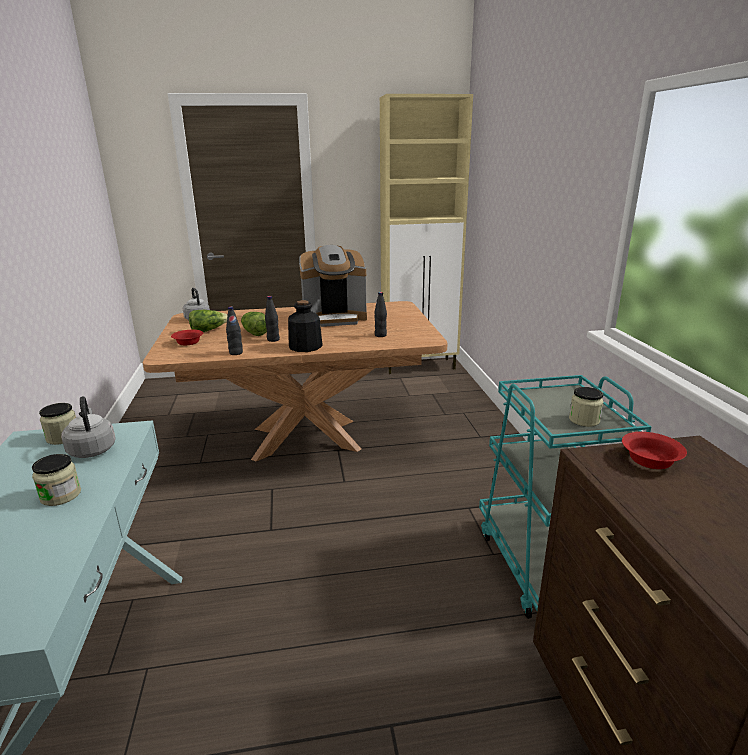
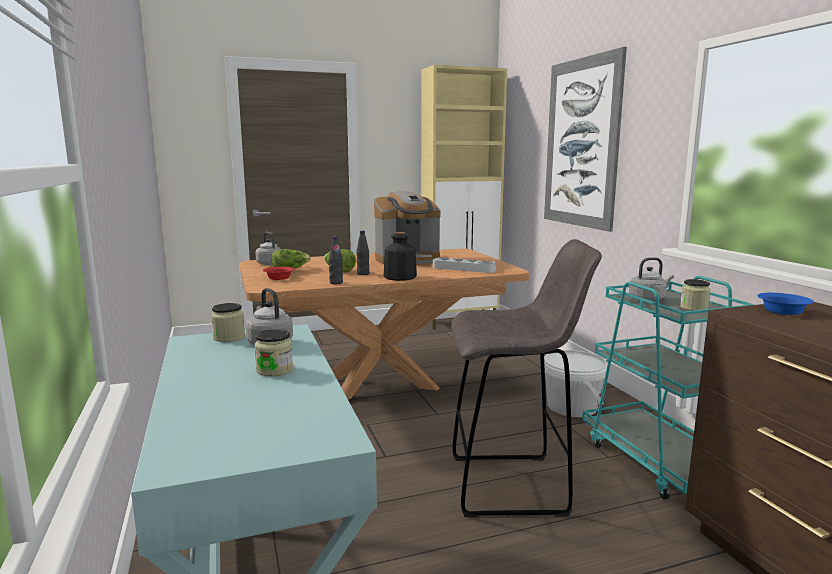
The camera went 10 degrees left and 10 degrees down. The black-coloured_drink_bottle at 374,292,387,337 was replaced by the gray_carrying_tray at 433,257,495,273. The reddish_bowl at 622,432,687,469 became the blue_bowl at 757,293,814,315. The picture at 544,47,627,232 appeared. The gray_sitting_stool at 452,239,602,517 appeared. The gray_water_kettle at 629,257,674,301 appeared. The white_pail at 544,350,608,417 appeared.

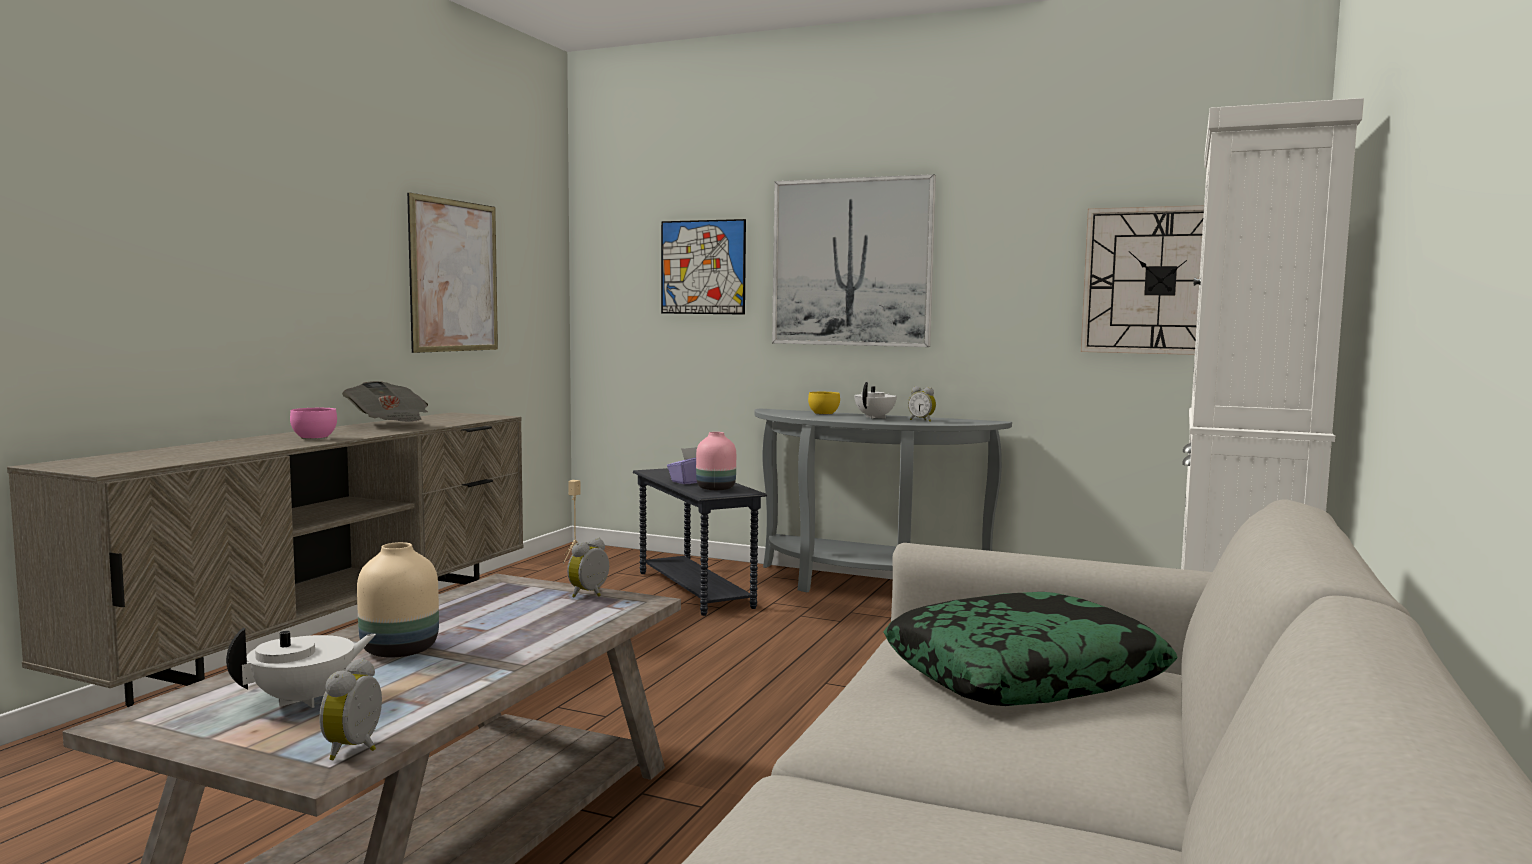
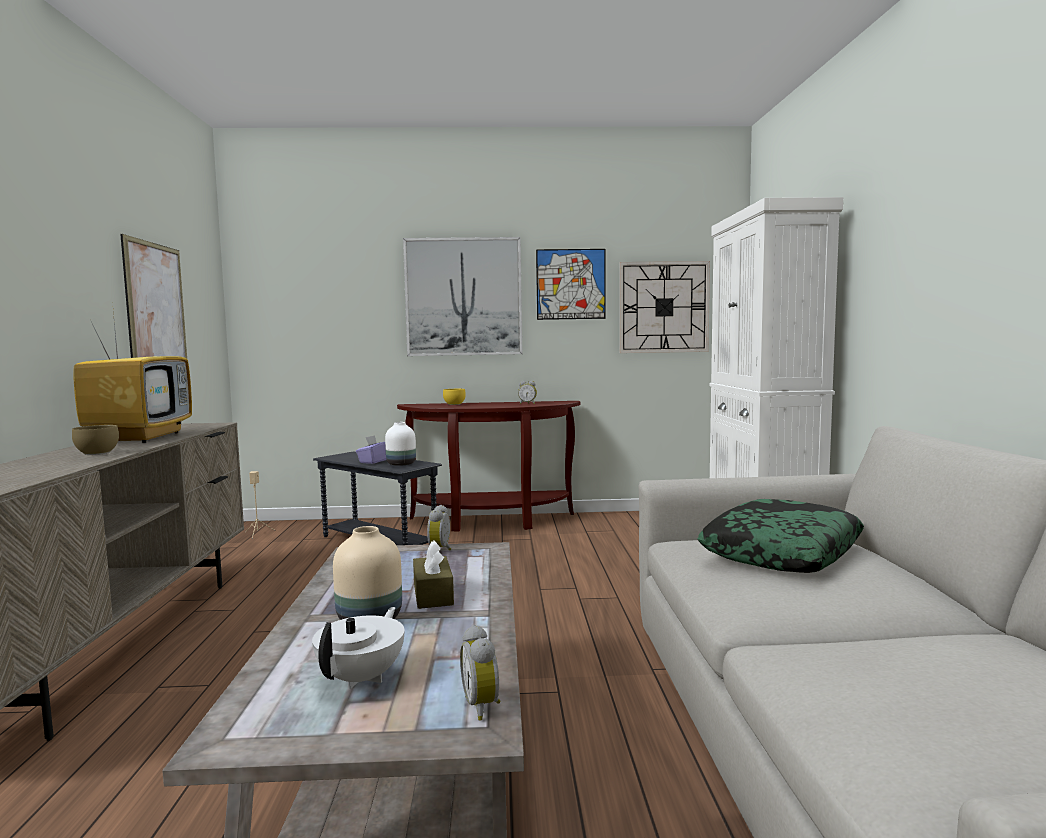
The camera went 25 degrees left and 0 degrees up. The picture moved from 661,219,746,315 to 536,249,606,320. The daily_paper at 342,381,428,422 was replaced by the television at 74,312,192,443. The white_tea_pot at 854,382,897,419 disappeared. The pink-coloured_bowl at 290,408,337,440 became the brownish_bowl at 72,425,119,455. The gray_narrow_table at 754,408,1012,592 became the brownish_narrow_table at 397,401,580,532. The pink-coloured_vase at 696,432,736,490 became the white_vase at 385,422,416,466. The brownish_box_of_tissues at 413,540,454,609 appeared.

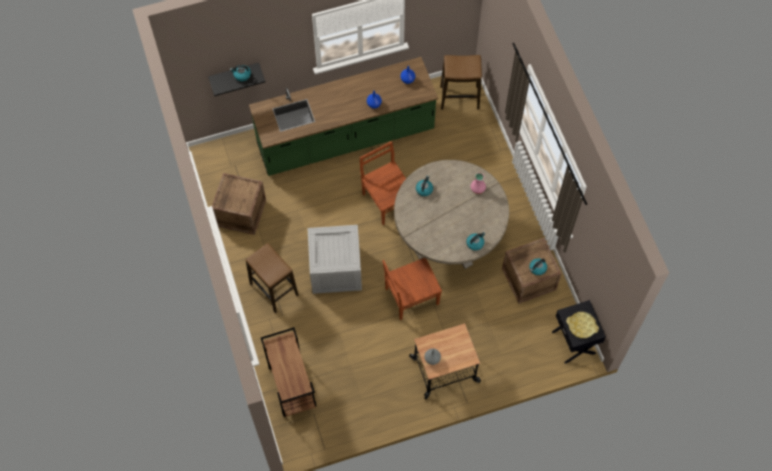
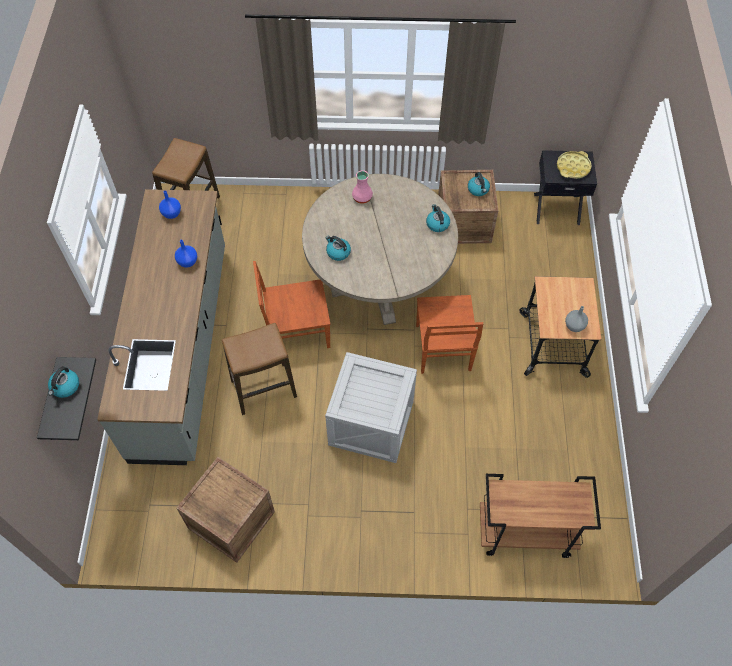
The camera went 70 degrees left and 5 degrees down. The greenish_kitchen_base_unit at 249,57,438,176 became the gray_kitchen_base_unit at 97,189,225,465. The sitting_stool moved from 246,243,299,313 to 222,323,297,415.

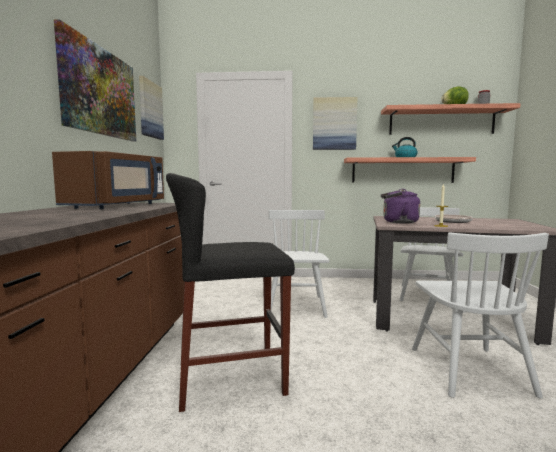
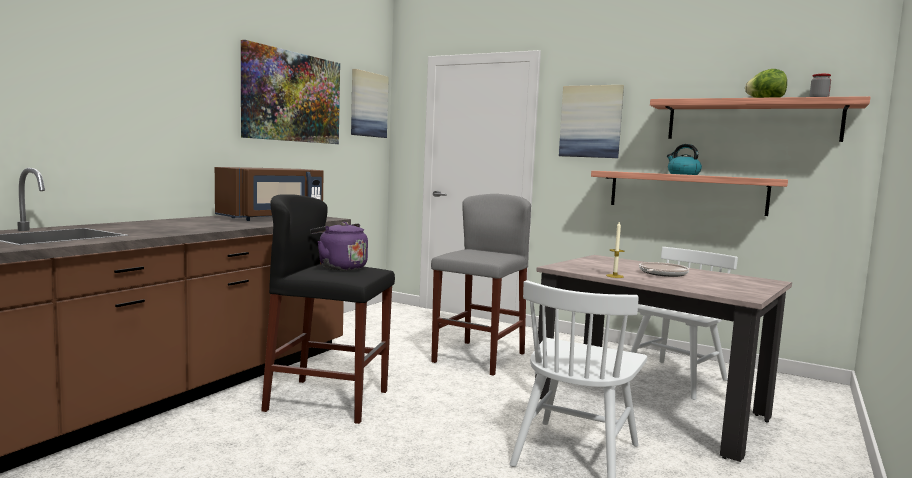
The camera went 25 degrees right and 0 degrees up. The purple-coloured_water_kettle moved from 381,189,420,224 to 310,222,368,270. The white_chair at 269,210,329,318 was replaced by the gray_sitting_stool at 431,194,531,376.

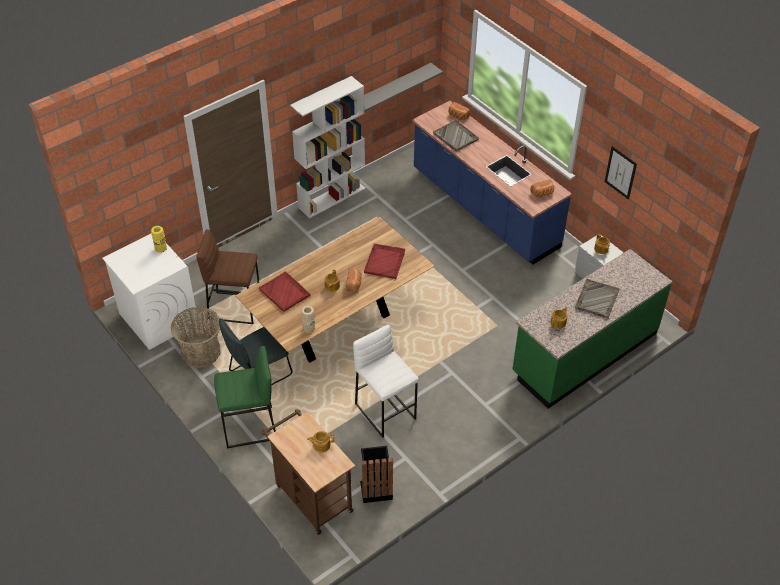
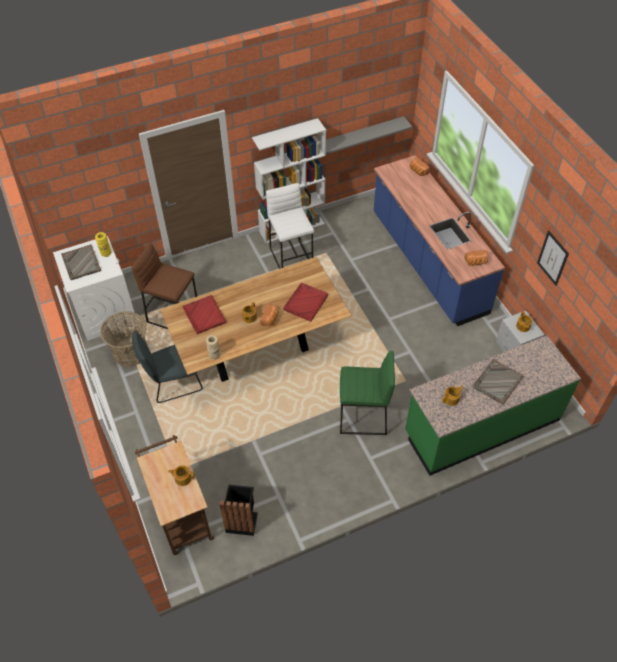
The camera went 15 degrees right and 5 degrees up. The gray_carrying_tray moved from 433,120,479,152 to 61,244,101,280. The white_sitting_stool moved from 353,325,419,438 to 266,183,314,269. The greenish_sitting_stool moved from 214,346,276,448 to 340,351,395,435.

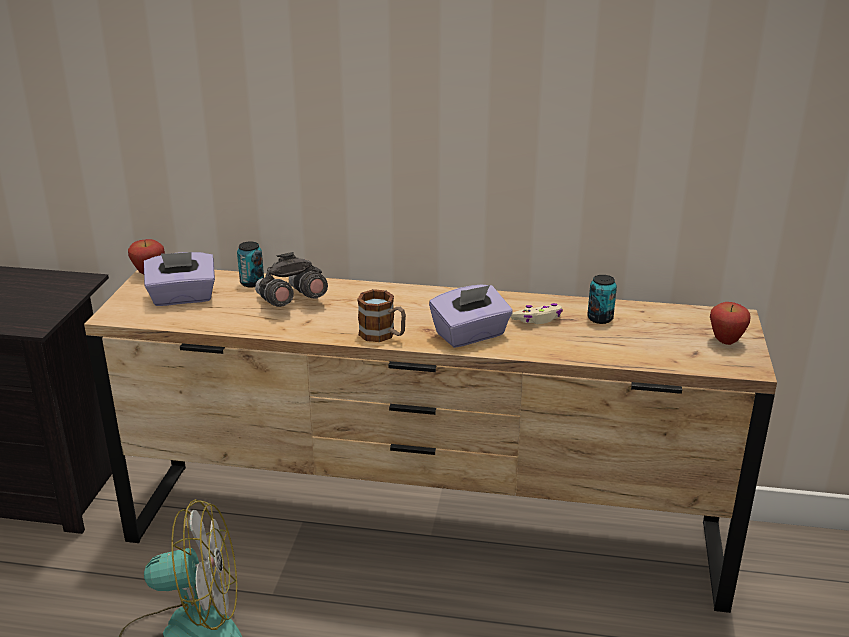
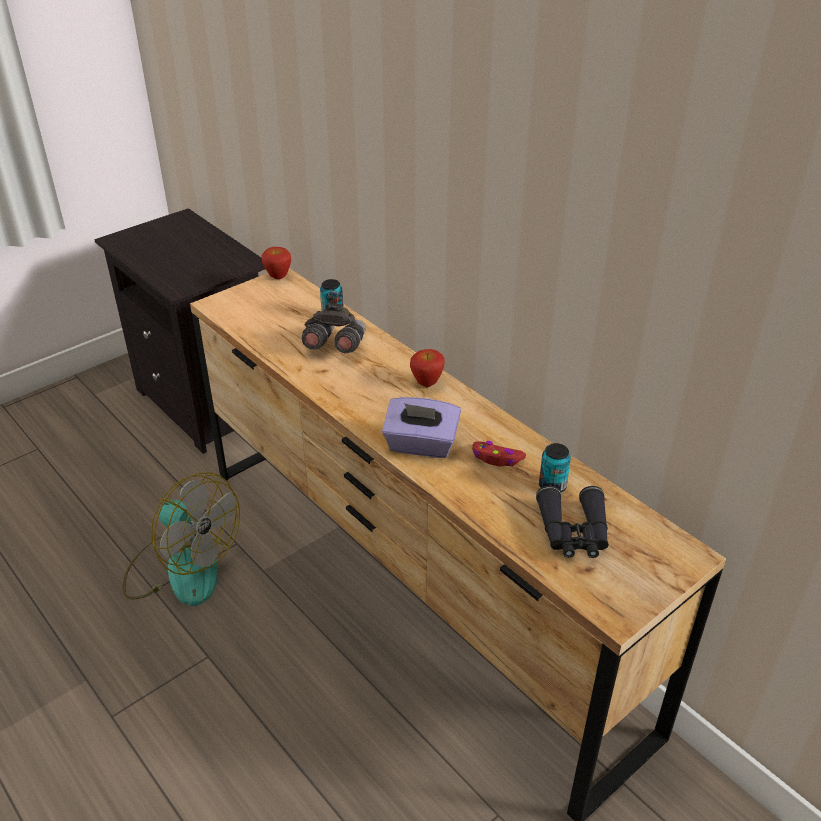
The camera went 40 degrees right and 10 degrees up. The purple-coloured_box_of_tissues at 144,252,215,306 disappeared. The coffee_mug at 357,289,406,342 disappeared. The whole_apple moved from 710,302,751,345 to 410,349,445,387. The beige-coloured_gamepad at 510,303,563,324 became the reddish_gamepad at 472,441,526,467. The black-coloured_binoculars at 536,486,609,558 appeared.

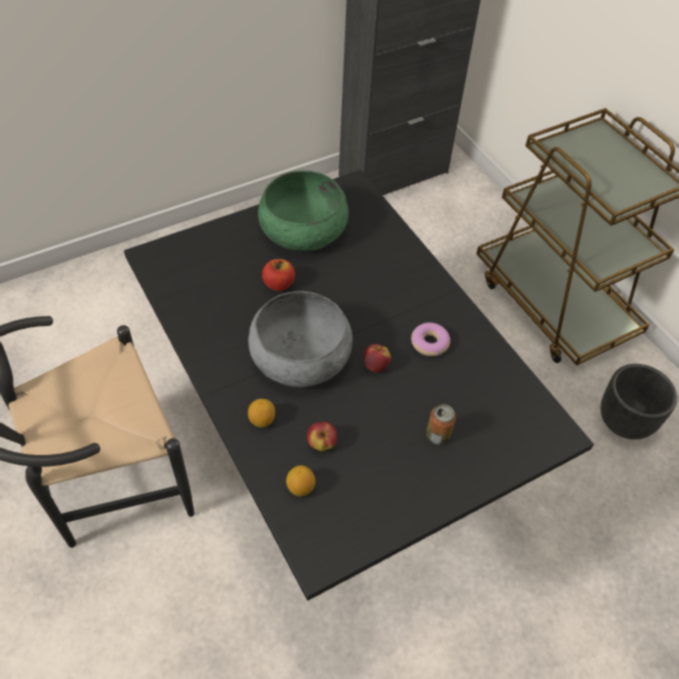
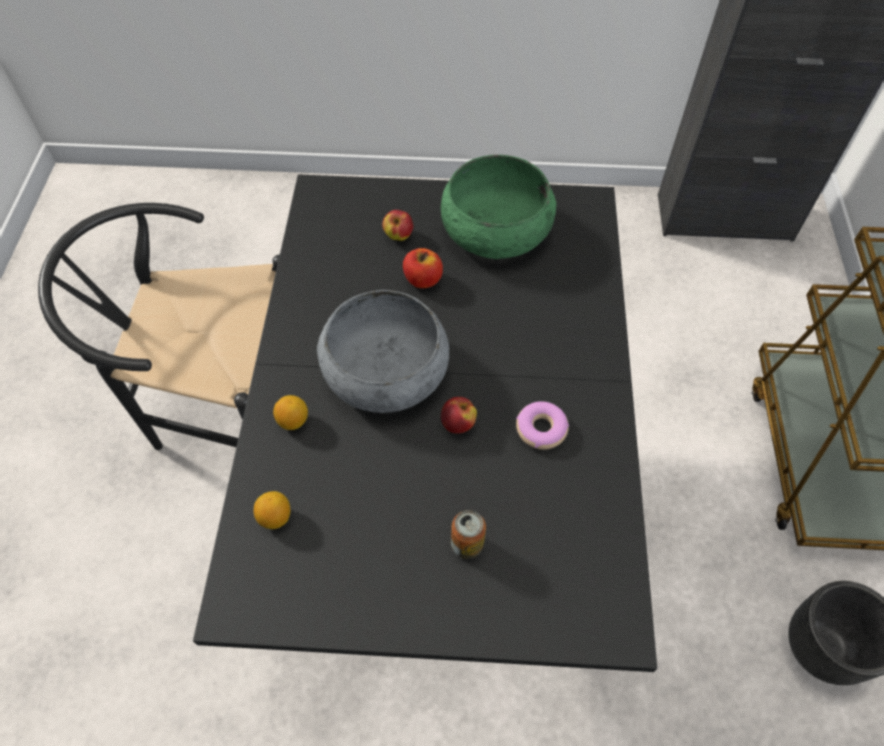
The camera went 35 degrees right and 5 degrees up. The whole_apple moved from 307,421,337,451 to 382,210,414,241.

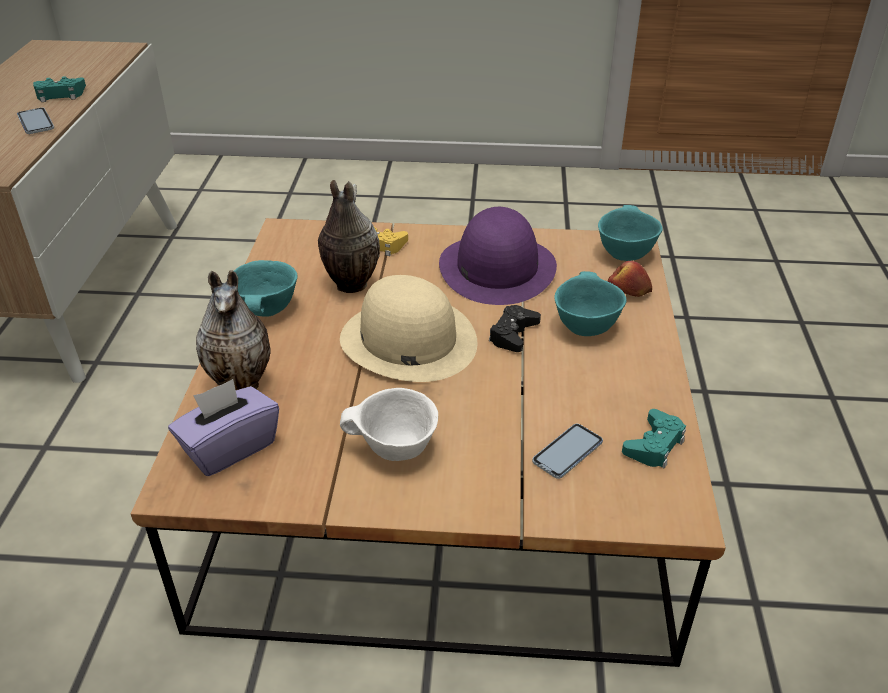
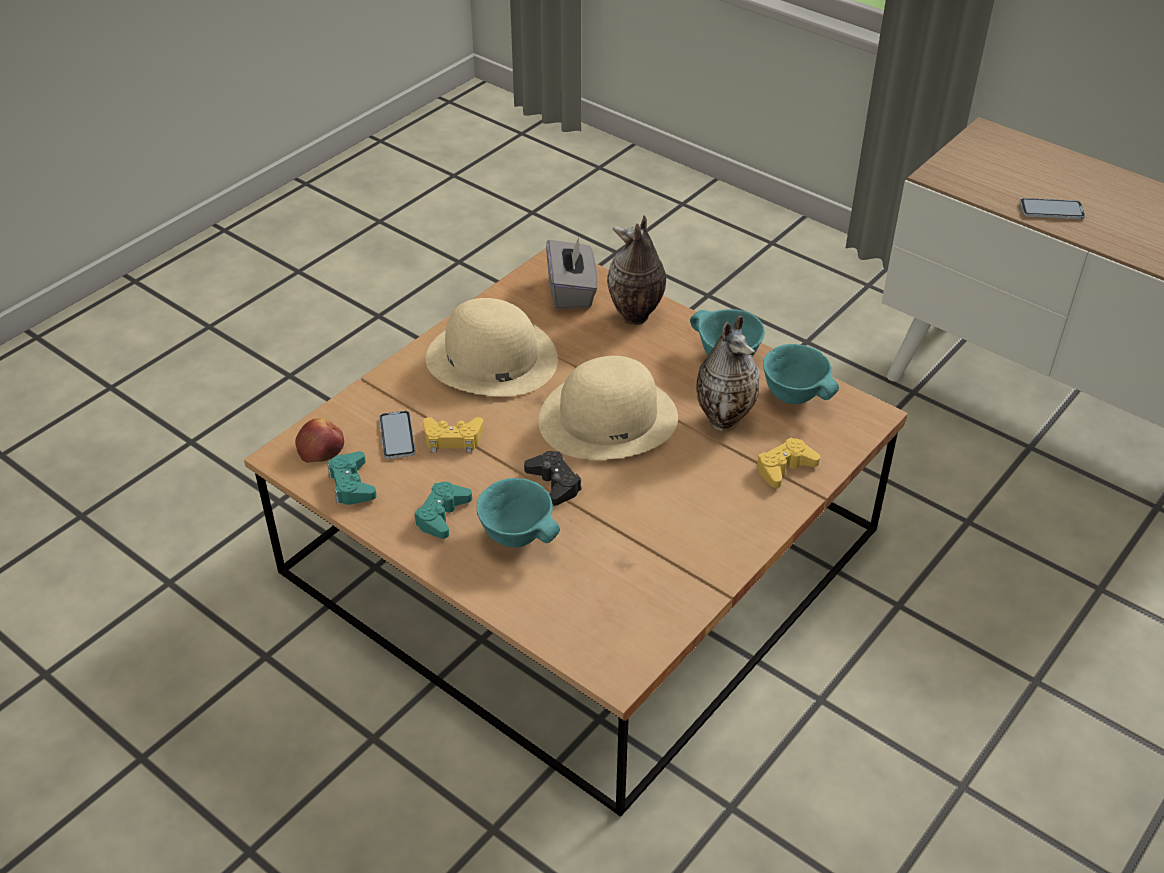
The camera went 125 degrees right and 5 degrees up. The turquoise-coloured_gamepad moved from 33,76,86,102 to 414,482,472,539. The turquoise-coloured_bowl moved from 598,205,663,261 to 763,344,839,404. The purple-coloured_clothing_hat at 439,207,557,305 disappeared. The whole_apple moved from 608,261,652,297 to 295,418,344,463. The purple-coloured_box_of_tissues at 168,379,279,476 became the gray_box_of_tissues at 546,237,598,309. The white_bowl at 340,388,438,461 was replaced by the beige-coloured_clothing_hat at 426,298,558,396. The yellow_gamepad at 423,417,484,453 appeared.

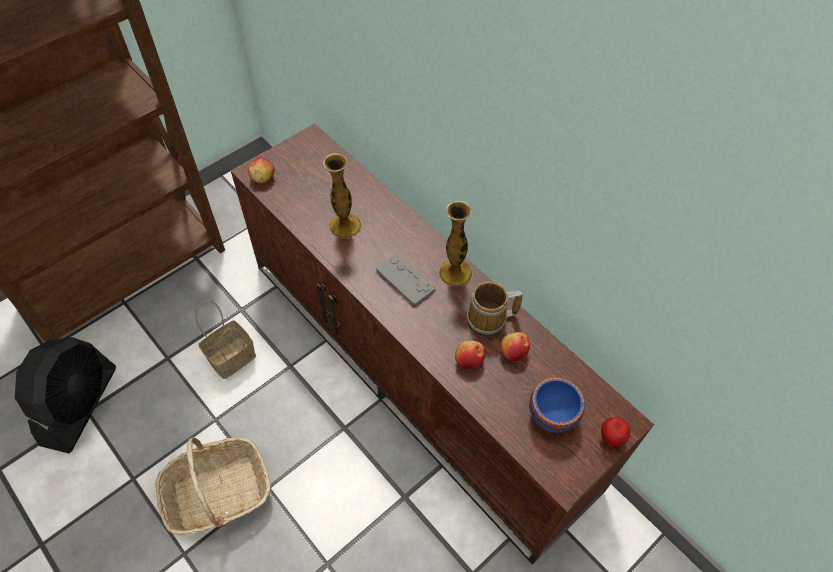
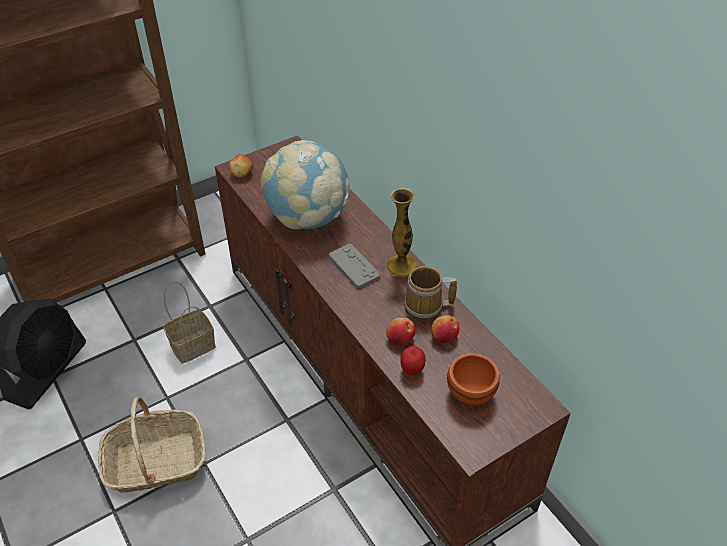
The camera went 10 degrees right and 10 degrees down. The vase at 323,153,362,239 was replaced by the globe at 261,140,350,229. The blue_bowl at 529,378,584,433 became the brownish_bowl at 447,353,500,405. The whole_apple moved from 601,417,630,447 to 400,346,425,376.

